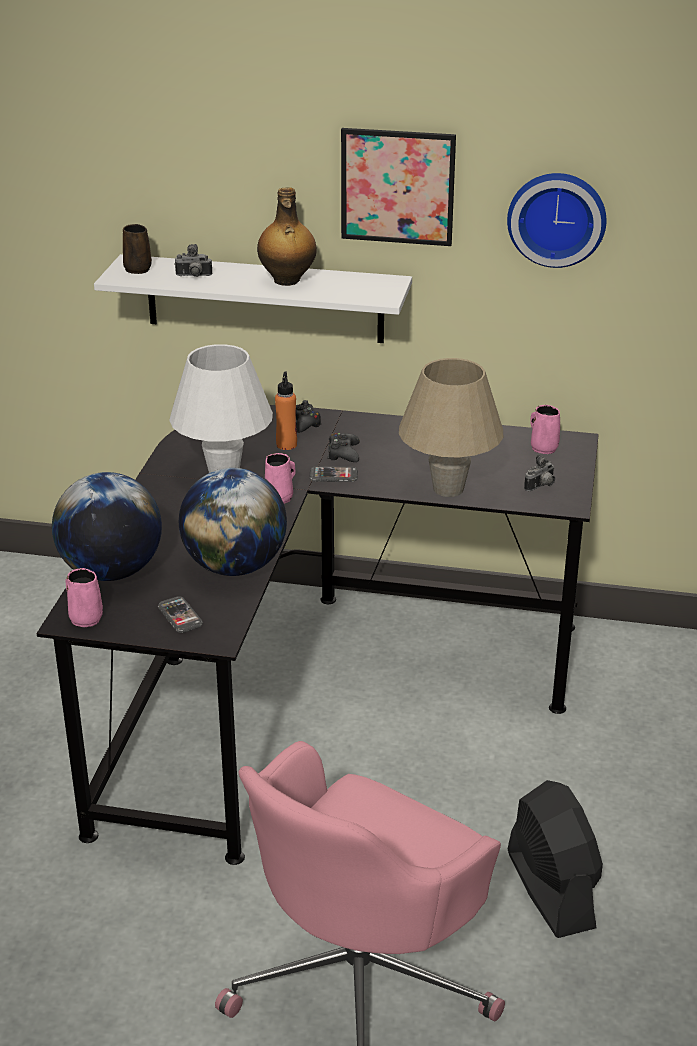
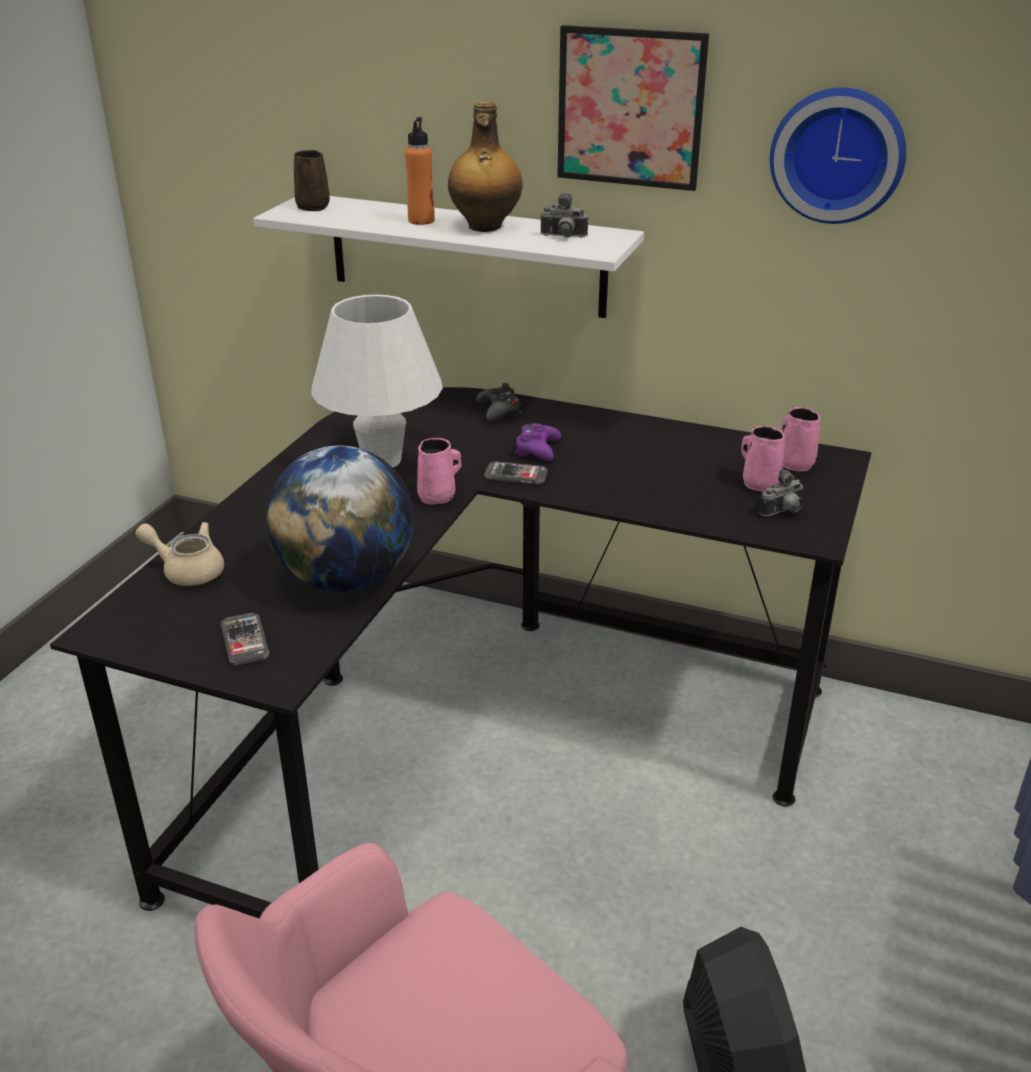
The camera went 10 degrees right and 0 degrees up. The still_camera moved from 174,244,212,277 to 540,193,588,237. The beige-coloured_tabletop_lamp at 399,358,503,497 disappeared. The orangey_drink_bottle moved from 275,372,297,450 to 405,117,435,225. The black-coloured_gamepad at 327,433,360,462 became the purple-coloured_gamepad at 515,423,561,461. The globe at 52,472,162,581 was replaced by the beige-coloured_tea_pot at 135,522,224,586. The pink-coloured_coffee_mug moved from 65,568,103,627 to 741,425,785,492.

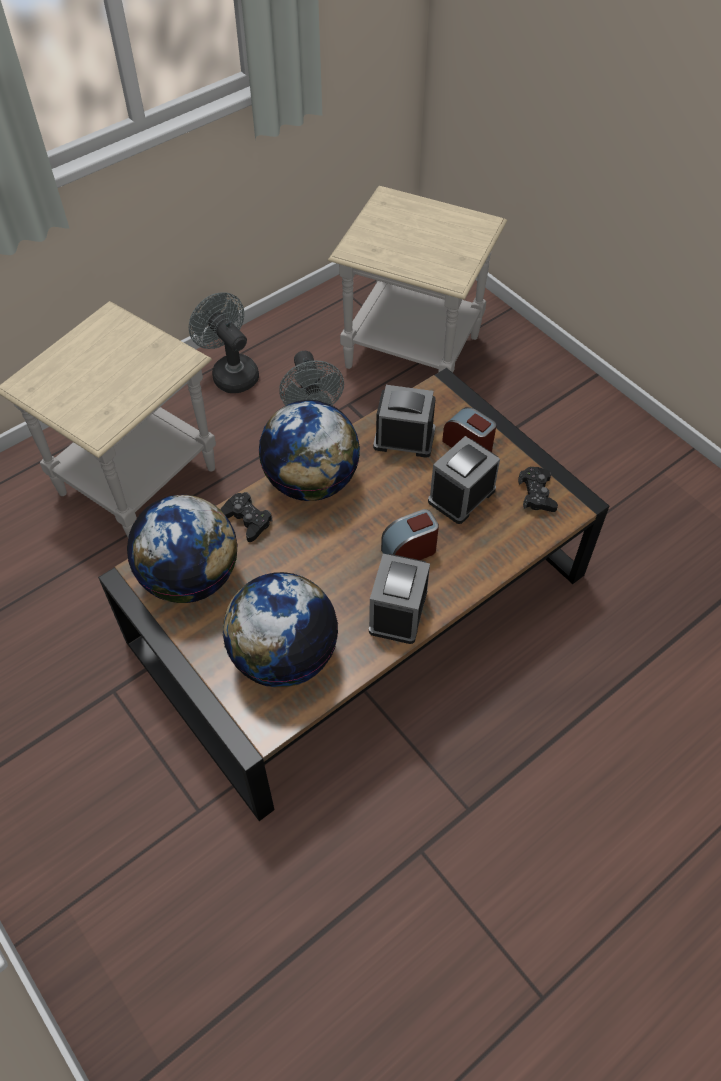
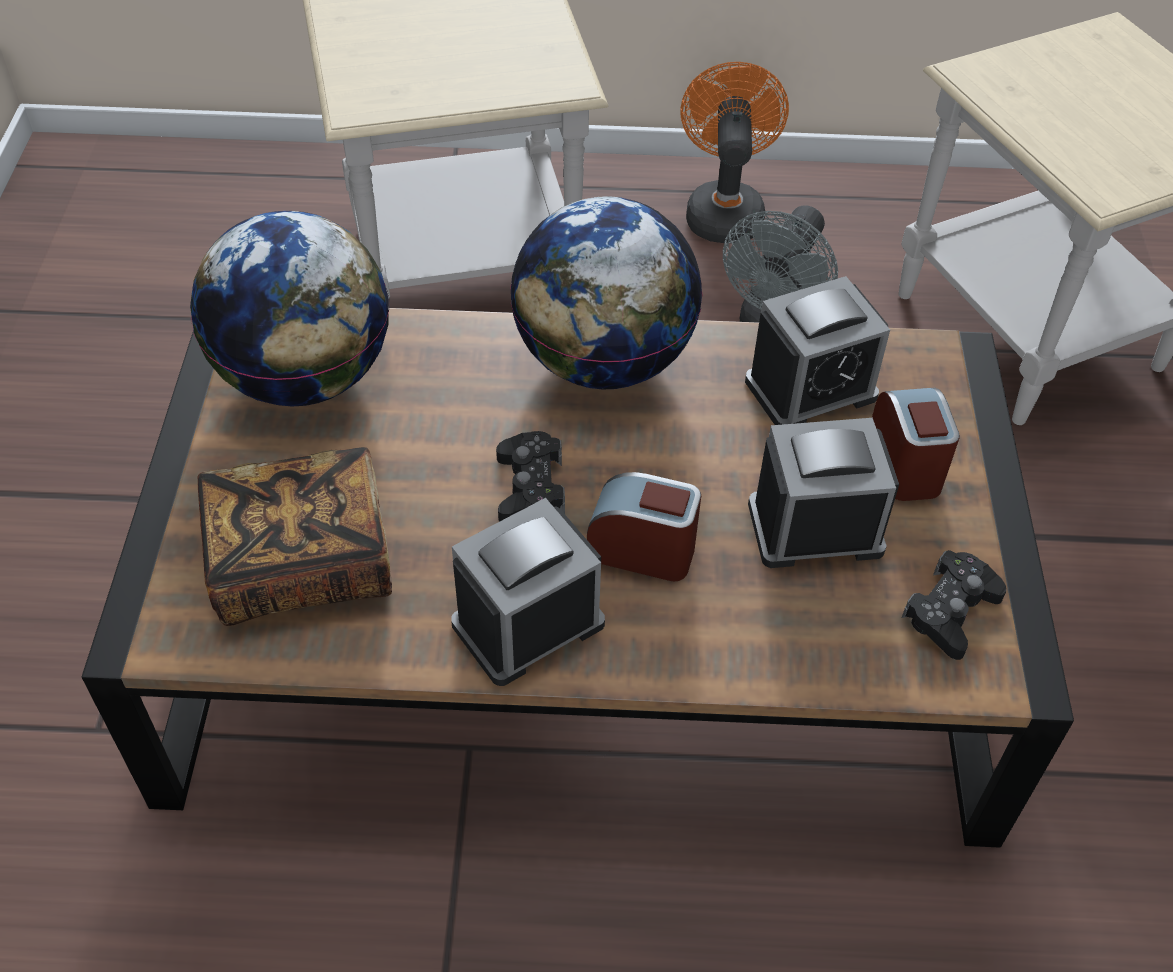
The camera went 40 degrees right and 5 degrees down. The gray_fan at 189,292,259,393 became the orangey_fan at 680,62,789,243. The bedside_clock at 373,385,436,458 turned 105 degrees clockwise. The black-coloured_gamepad moved from 221,492,273,542 to 496,431,565,521. The globe at 223,572,338,688 was replaced by the volume at 198,447,392,626.

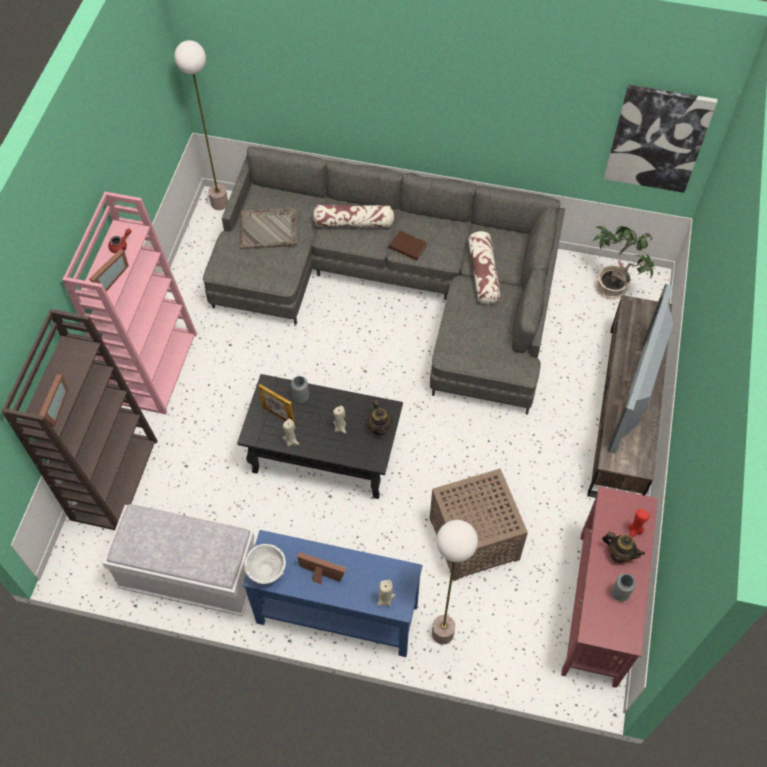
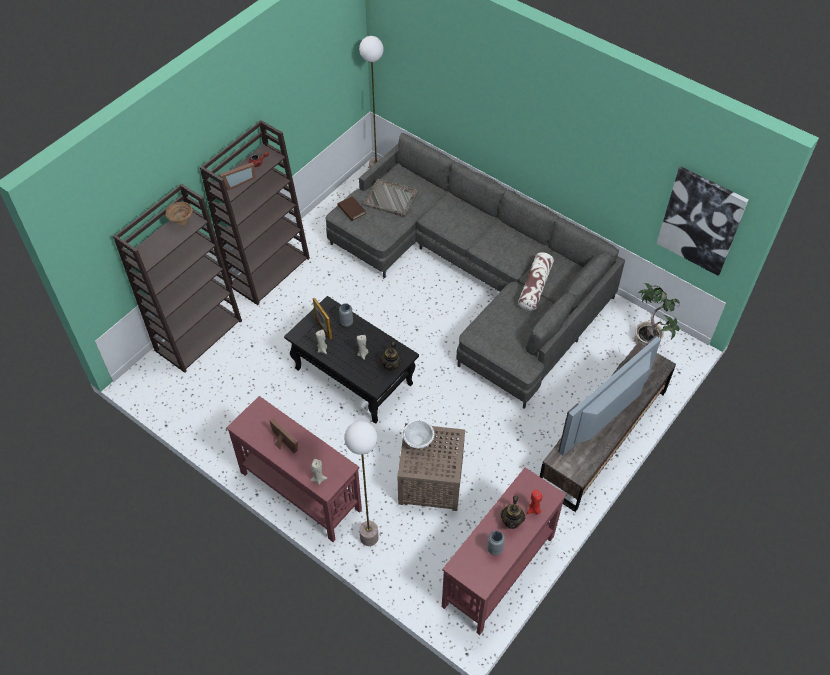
The camera went 25 degrees right and 5 degrees down. The pink-coloured_shelving_unit at 62,191,197,414 became the brownish_shelving_unit at 200,120,310,305. The pillow at 313,204,394,228 disappeared. The brownish_volume moved from 389,231,427,260 to 338,196,366,221. The picture_frame at 39,374,68,427 disappeared. The white_indoor_bench at 102,504,255,616 disappeared. The blue_narrow_table at 242,530,423,657 became the reddish_narrow_table at 226,396,362,542. The tea_pot at 602,532,645,563 turned 45 degrees clockwise. The white_bowl moved from 244,544,286,584 to 402,420,435,449. The brownish_bowl at 165,202,193,226 appeared.

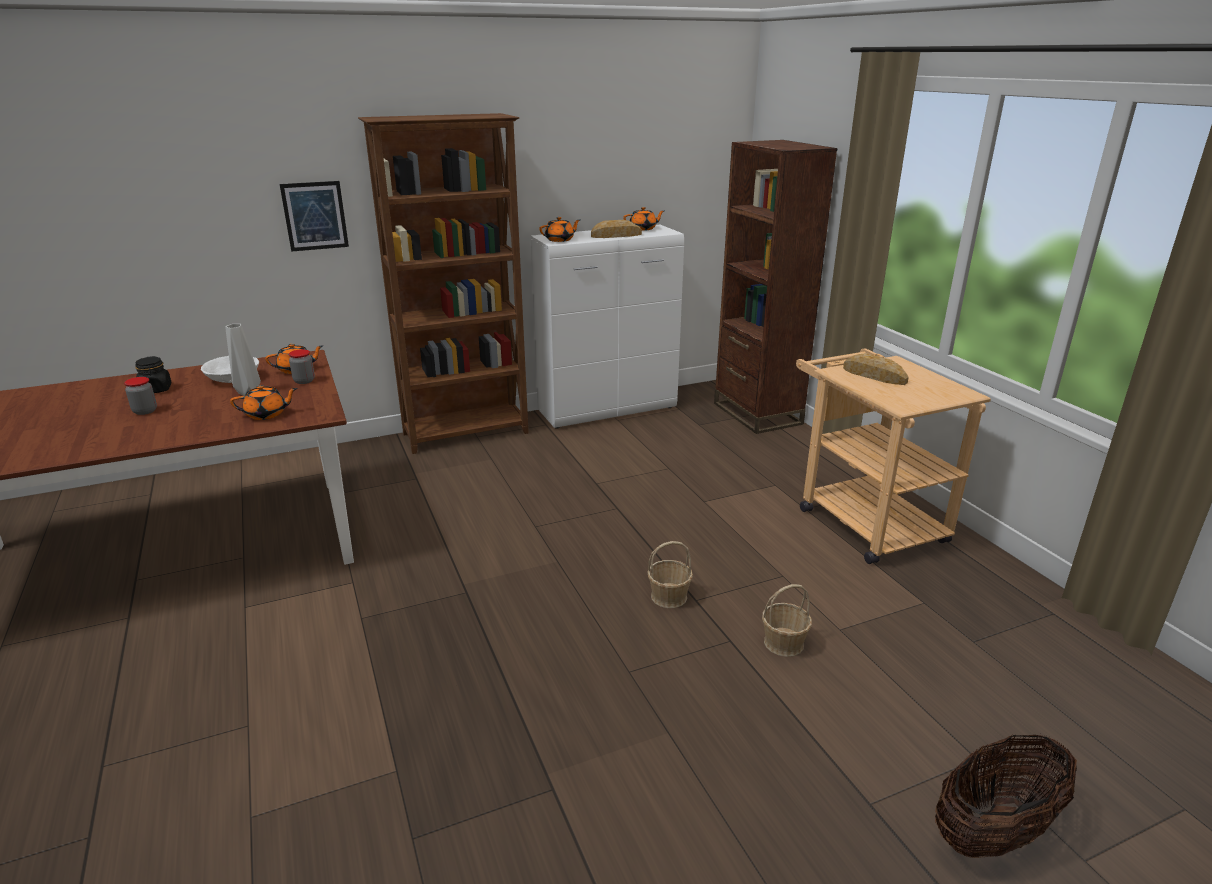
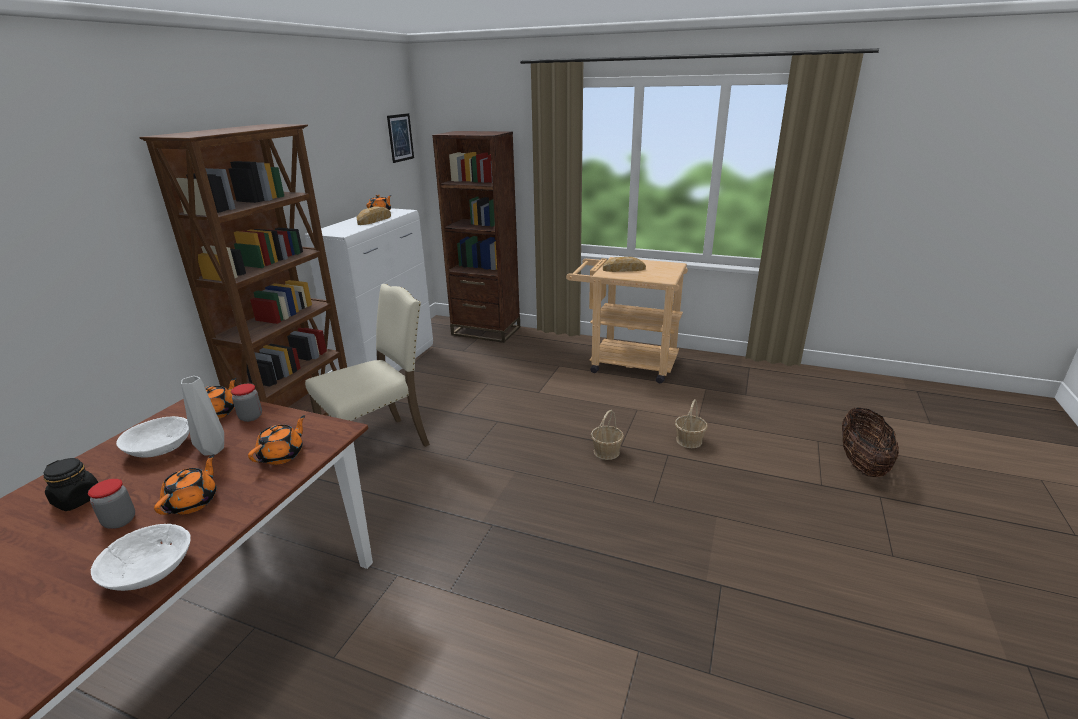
The camera went 45 degrees left and 0 degrees up. The picture moved from 280,181,349,252 to 387,113,414,163. The orangey_tea_pot moved from 539,217,580,242 to 154,454,217,515. The beige-coloured_chair at 305,284,430,447 appeared. The white_bowl at 91,524,191,591 appeared.

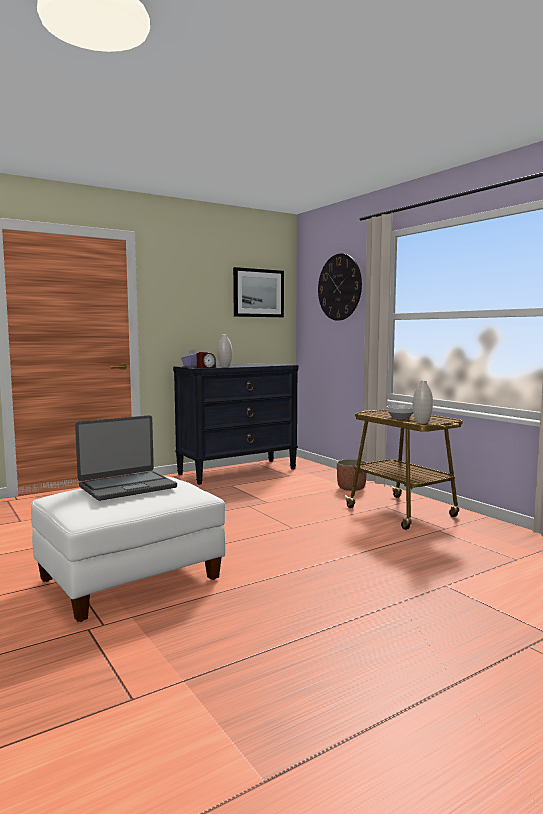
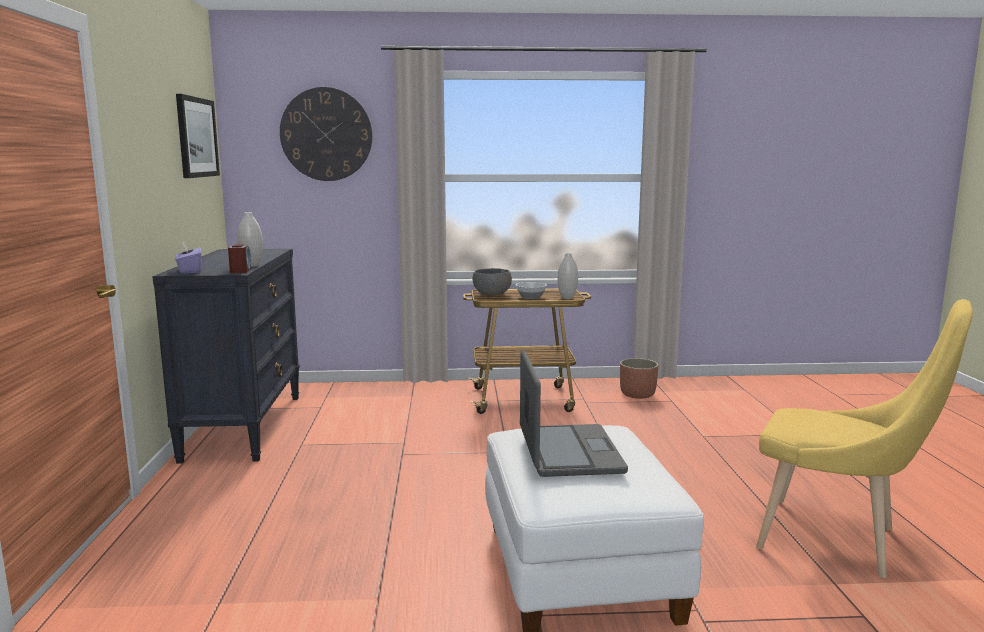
The camera went 60 degrees left and 5 degrees up. The flower_pot moved from 337,459,367,491 to 620,358,659,399. The gray_bowl at 473,268,512,296 appeared. The yellow_chair at 756,299,973,578 appeared.

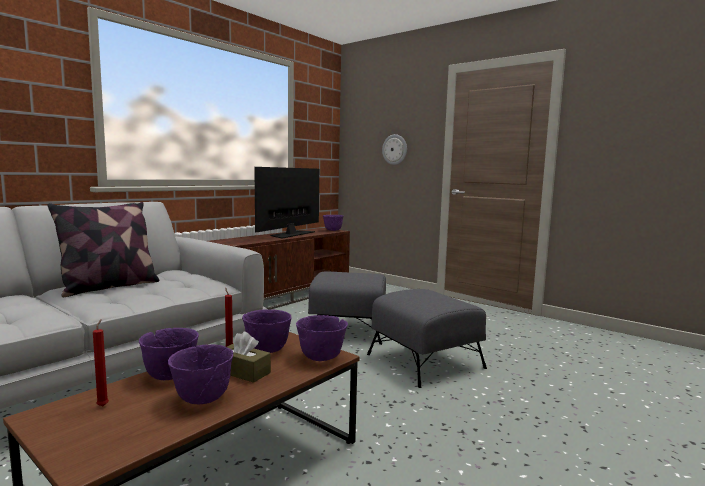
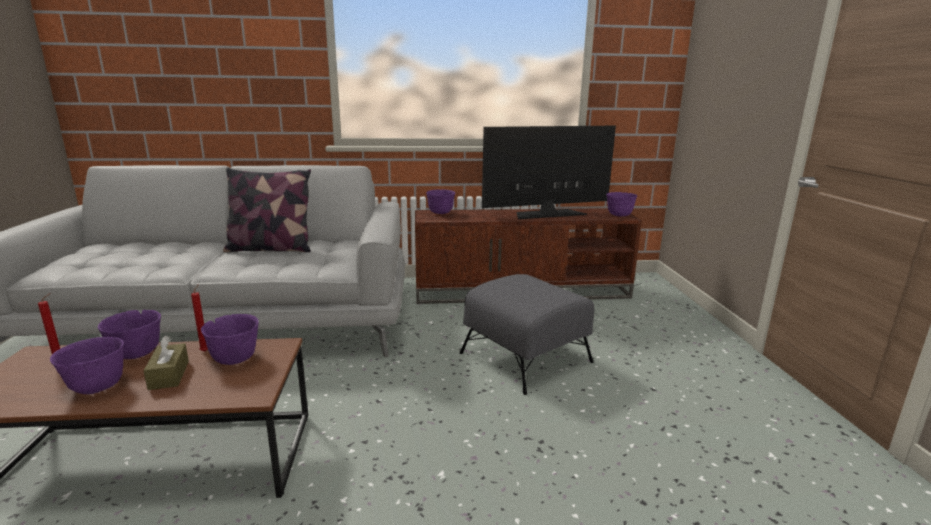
The camera went 45 degrees right and 10 degrees up. The clock_on_the_wall at 382,134,407,165 disappeared. The gray_footrest at 367,289,487,388 disappeared. The purple-coloured_bowl moved from 296,315,348,361 to 426,189,455,214.

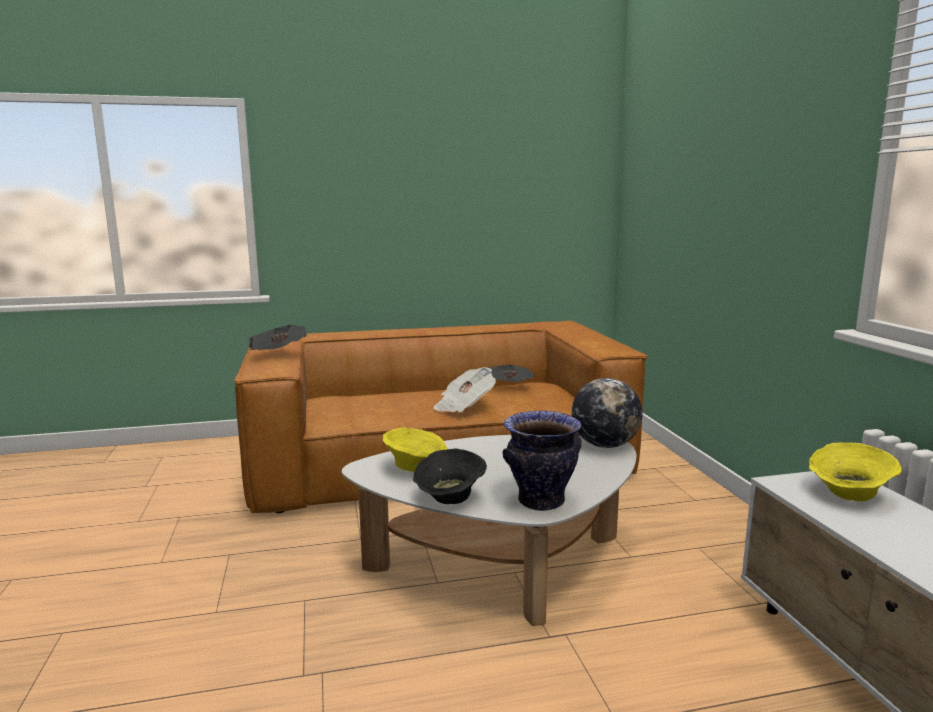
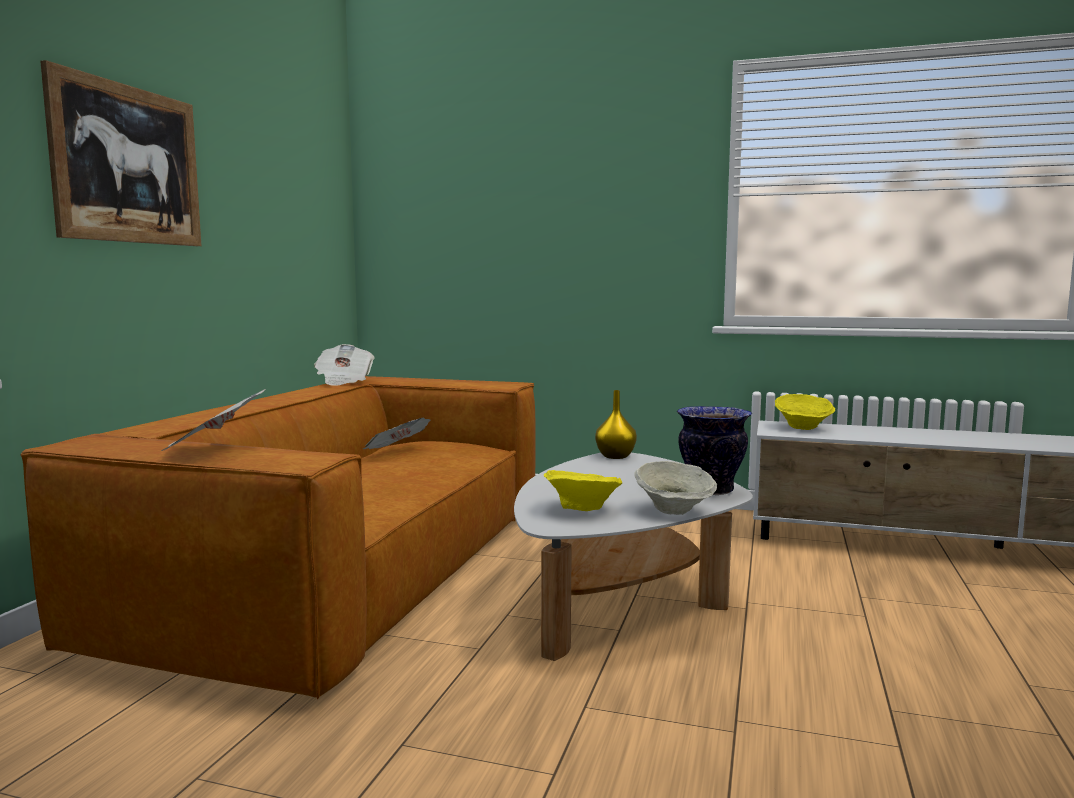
The camera went 60 degrees left and 5 degrees down. The daily_paper moved from 433,367,496,412 to 314,344,374,386. The globe at 572,378,642,448 was replaced by the yellow_vase at 595,390,637,459. The black-coloured_bowl at 413,448,487,504 became the beige-coloured_bowl at 634,461,717,515. The picture at 40,60,201,246 appeared.

